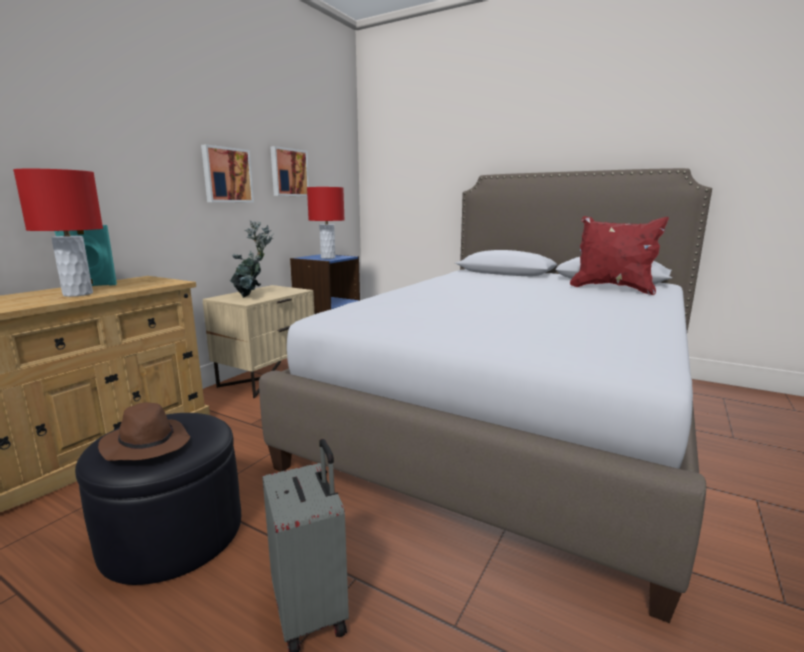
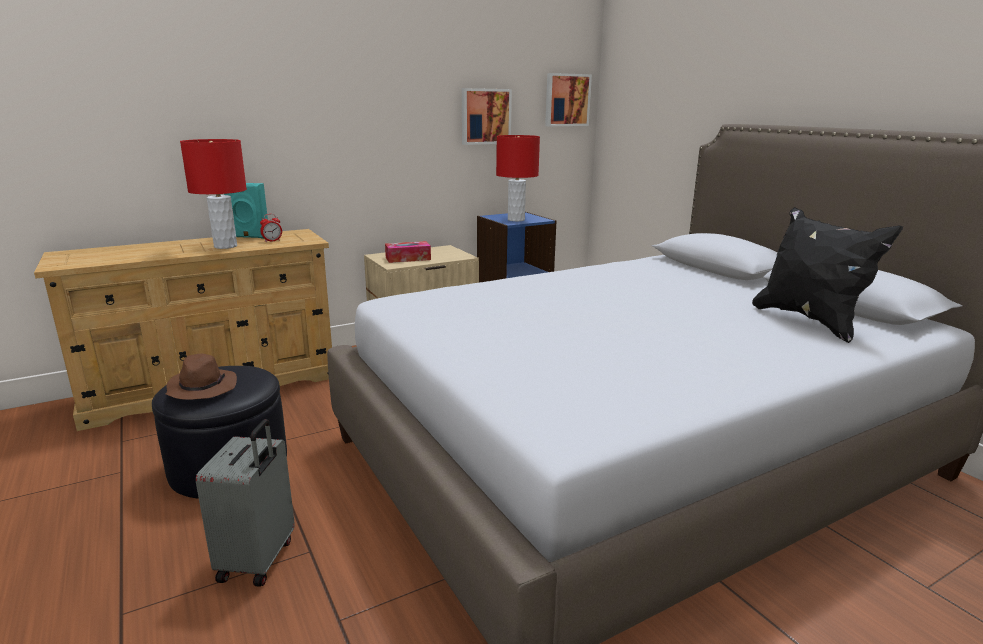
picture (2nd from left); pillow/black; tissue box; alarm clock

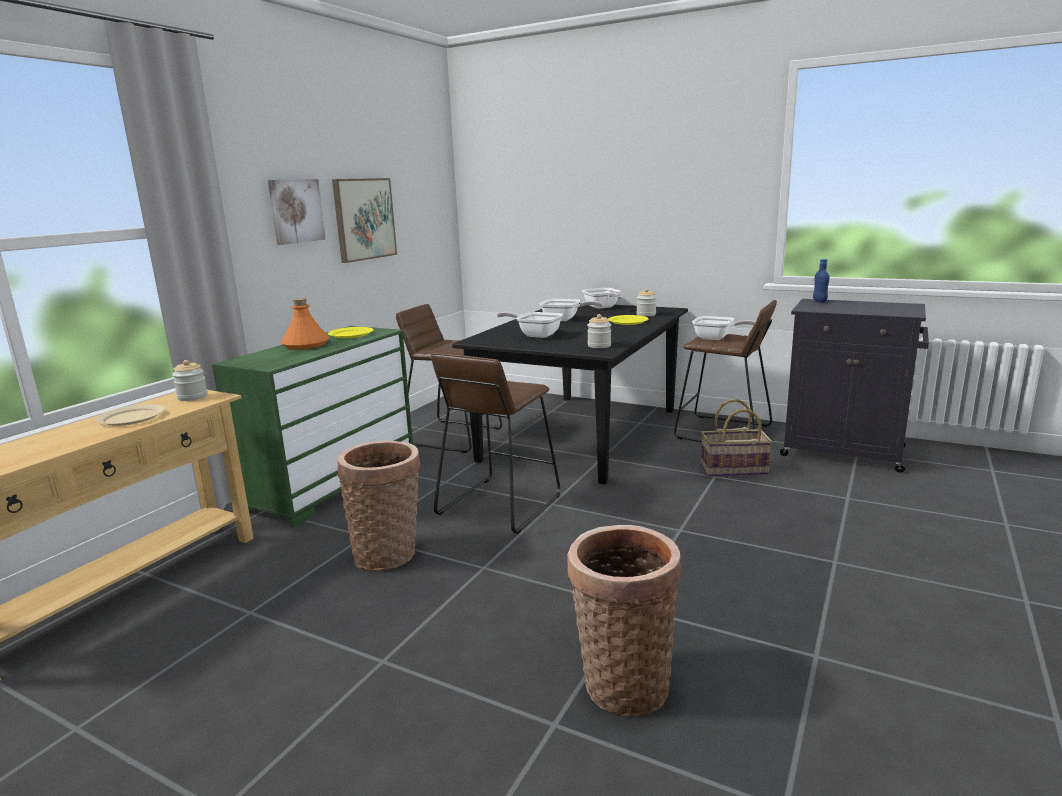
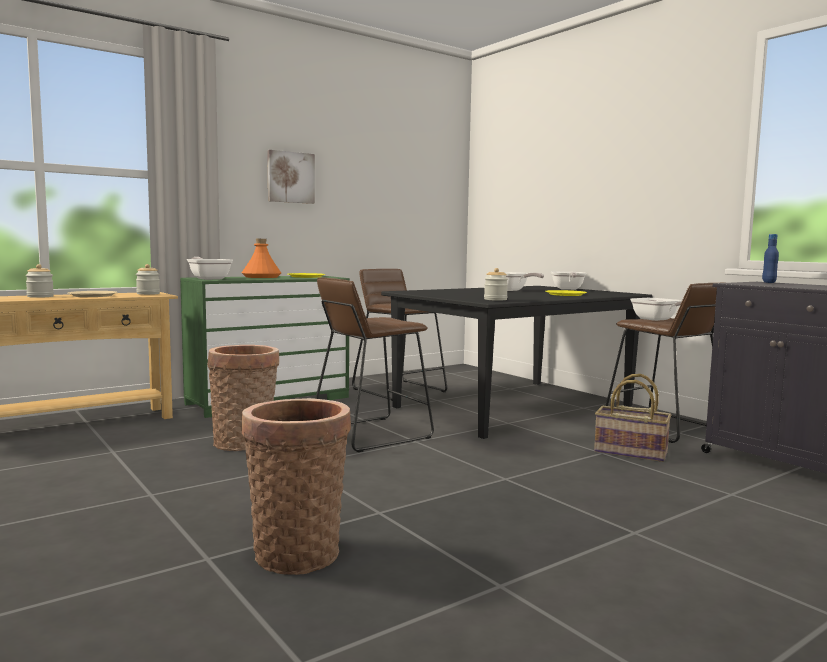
picture (2nd from left in the first image); jar (1st from left); frying pan (1st from left)

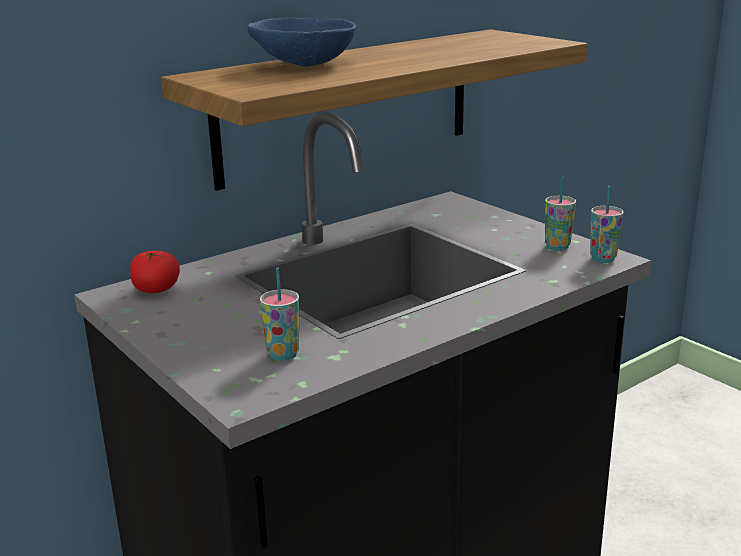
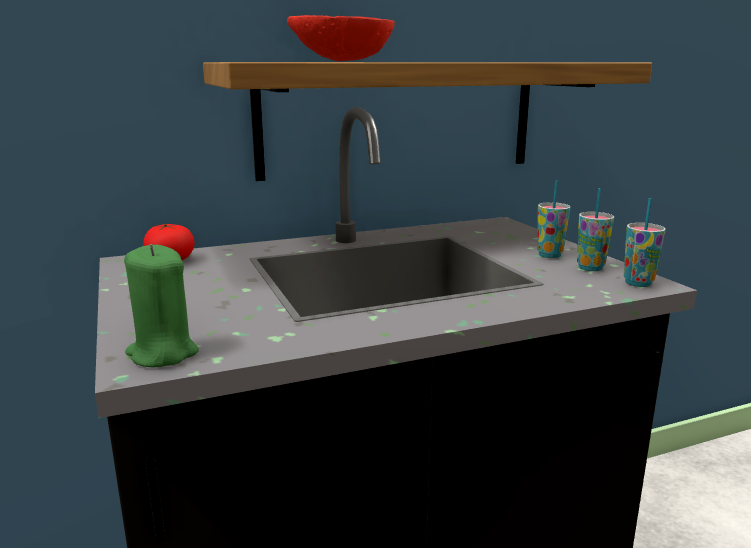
bowl/red; cup (1st from left); candle/green

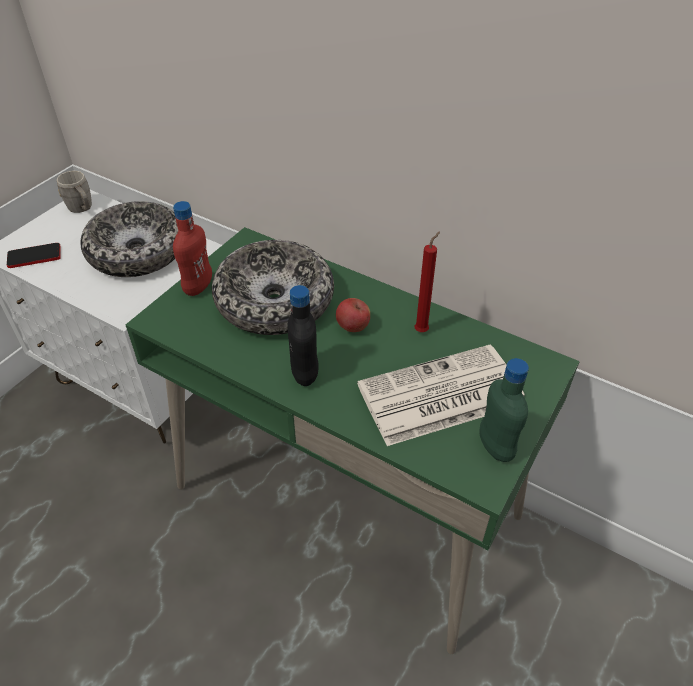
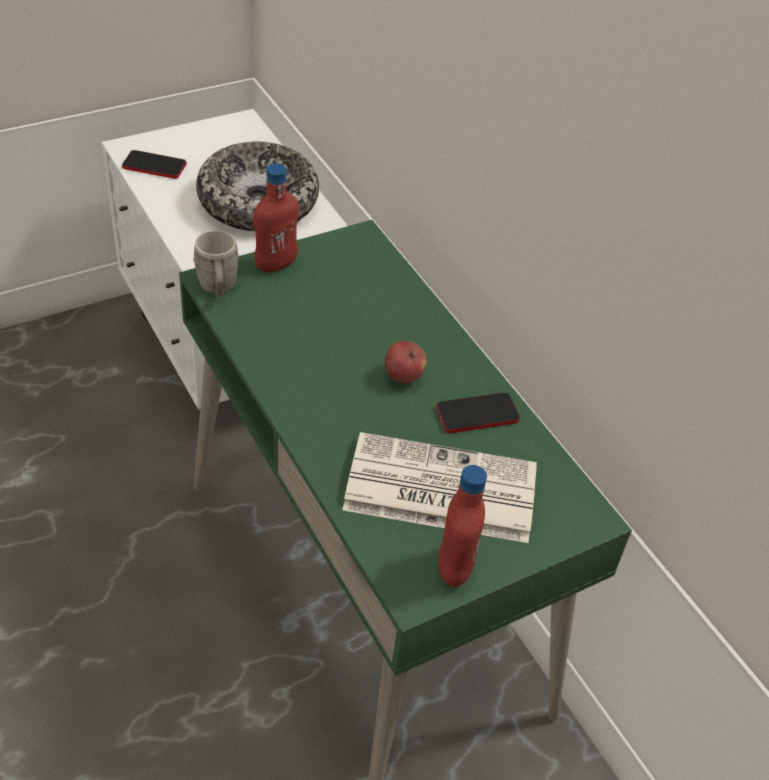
mug/grey; phone (2nd from left); bowl (2nd from left in the first image); bottle/black; bottle/red (2nd from left)

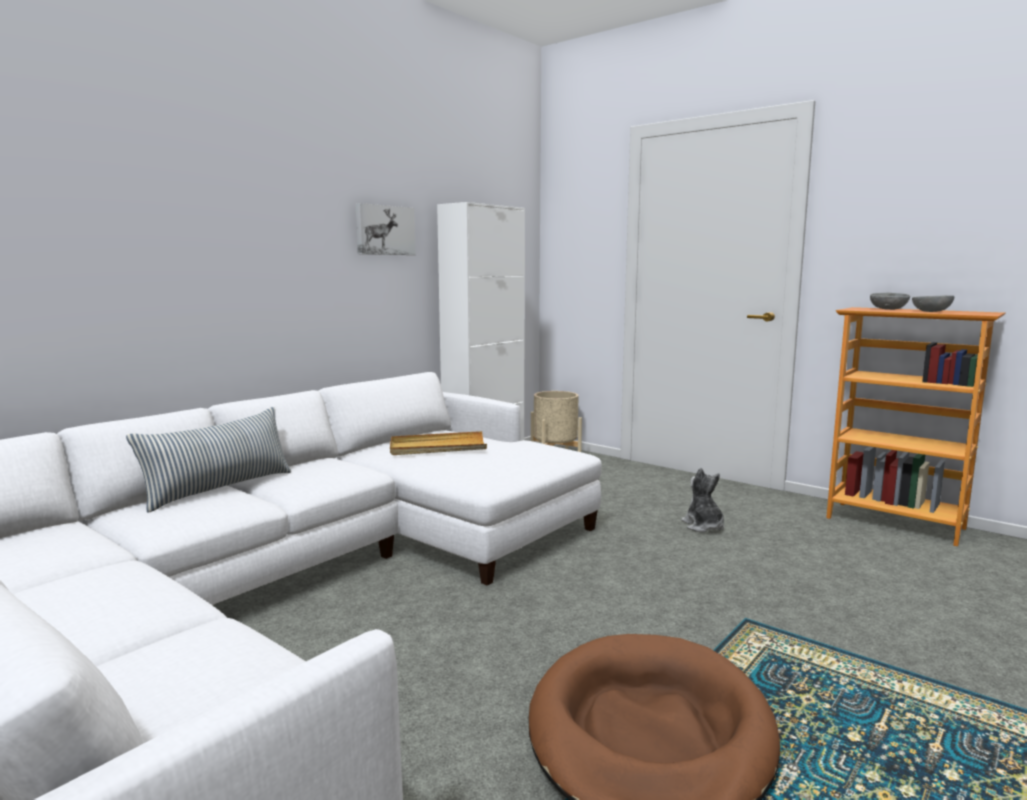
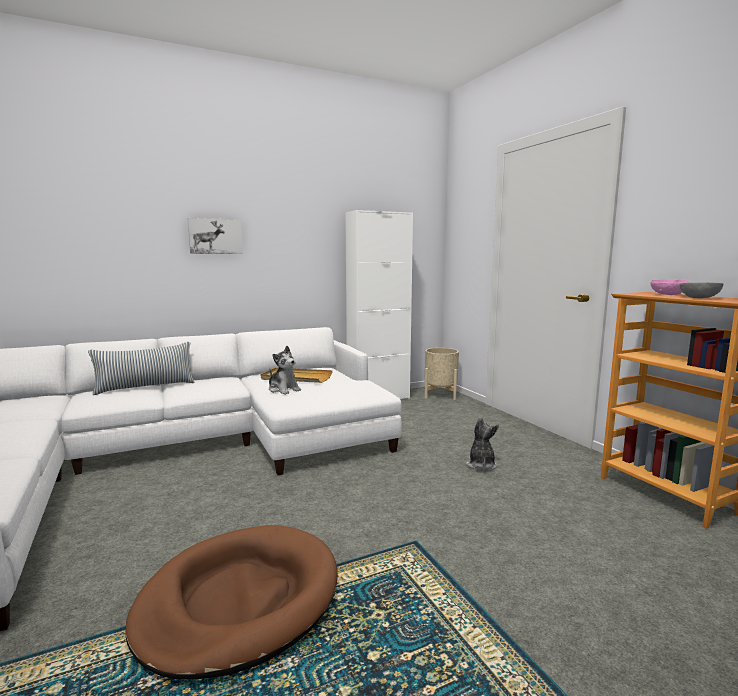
picture; bowl/pink; plush toy (1st from left)

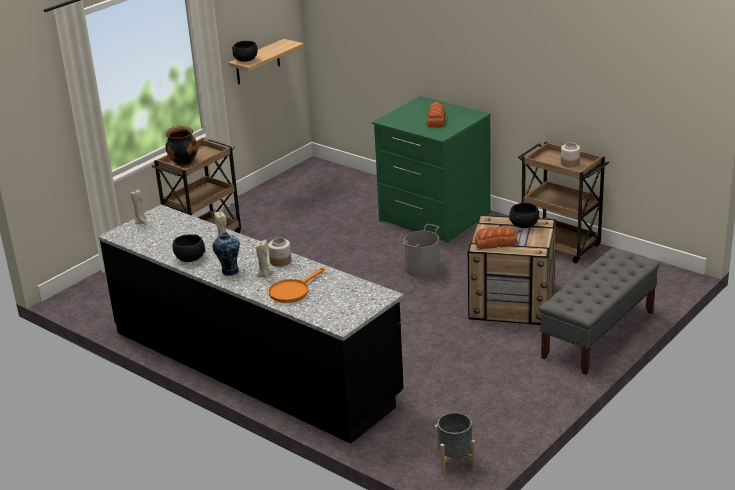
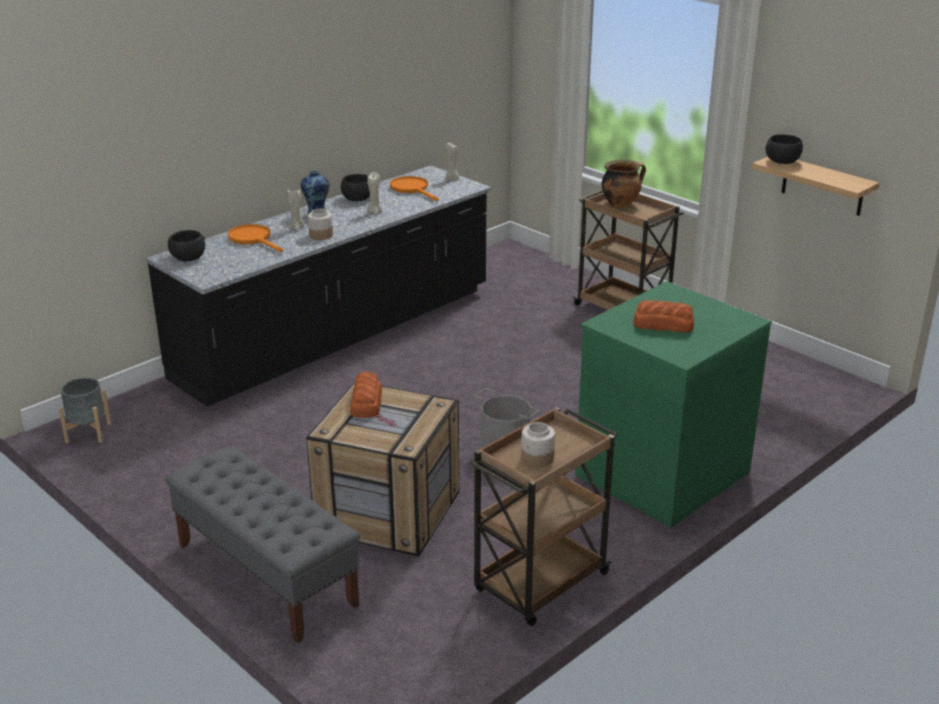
bowl/black (1st from left); frying pan/orange (2nd from left)

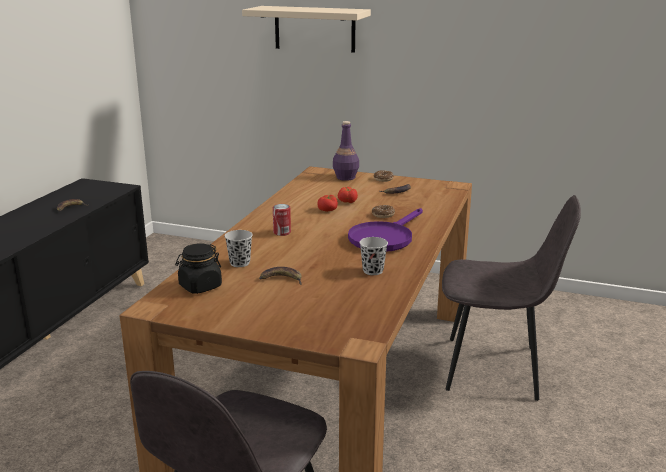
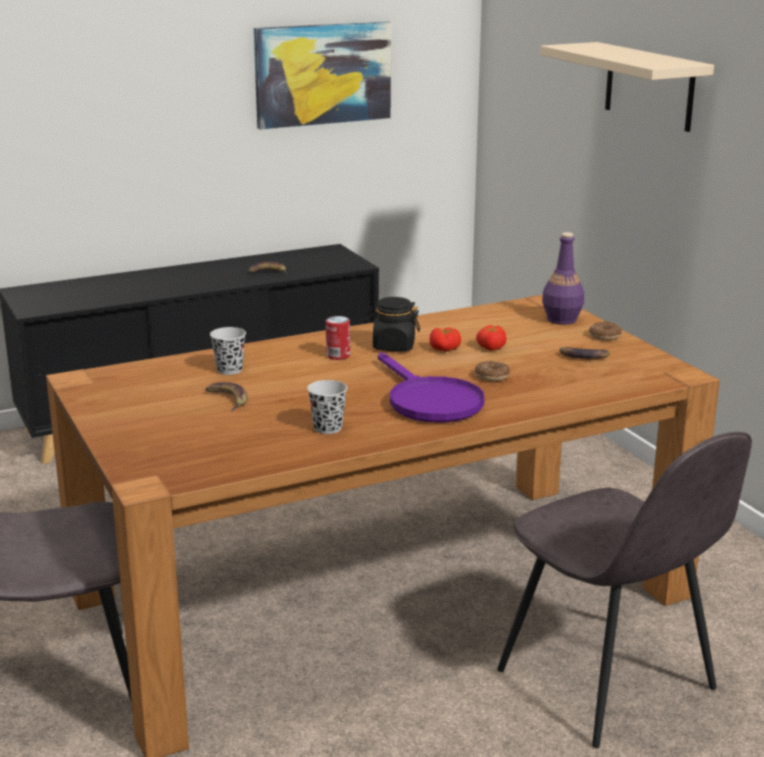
frying pan/purple; jar/black; picture

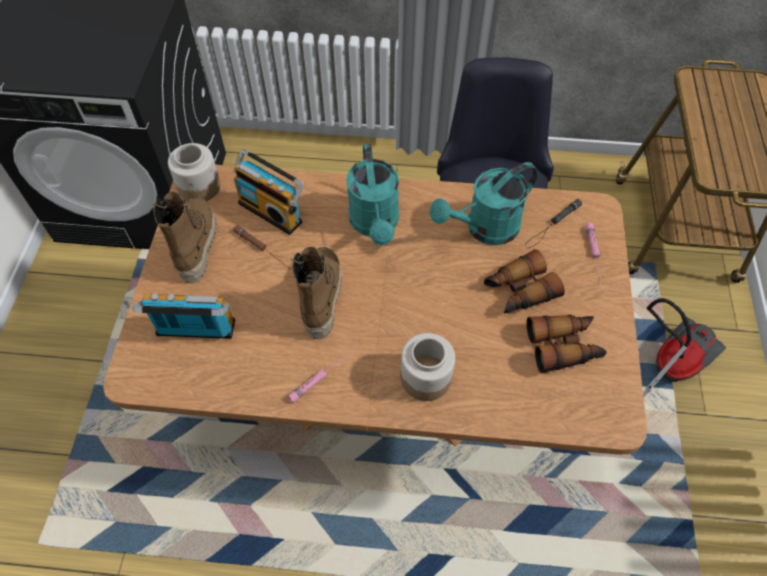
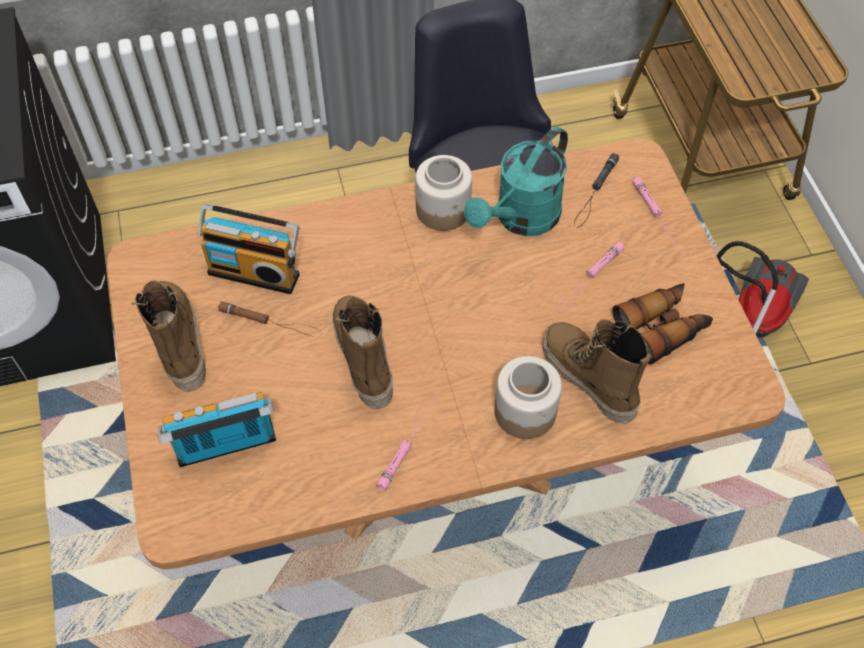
jar (1st from left); watering can/turquoise (1st from left in the first image); flashlight/pink (2nd from left); boot (3rd from left)

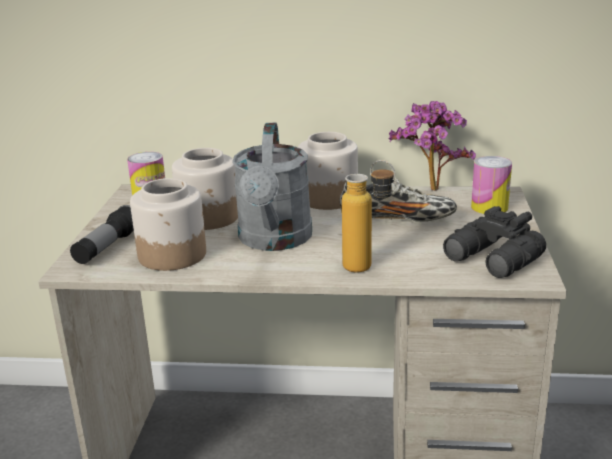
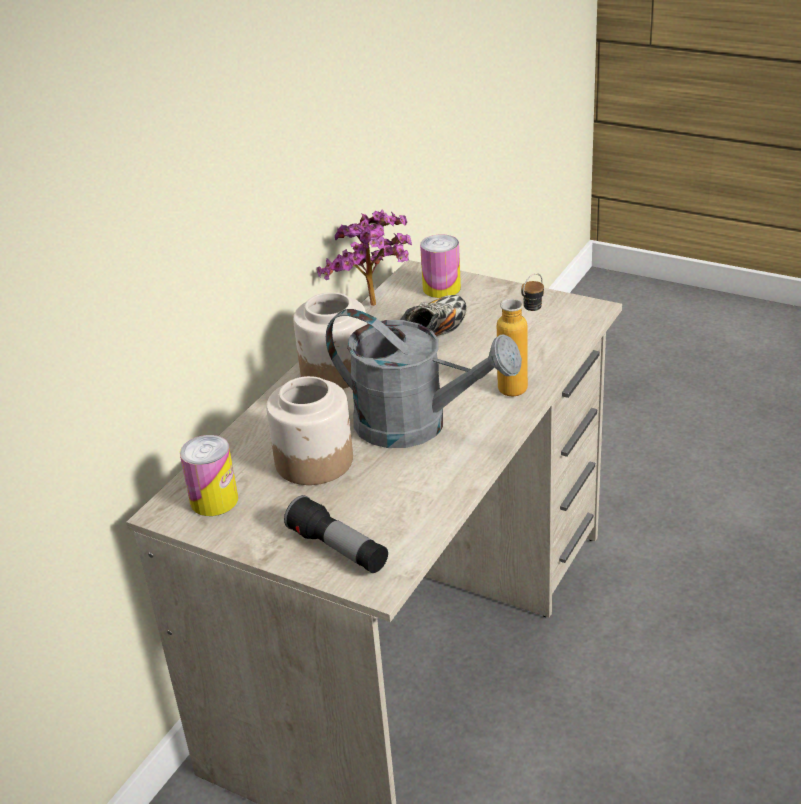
jar (1st from left in the first image); binoculars/black

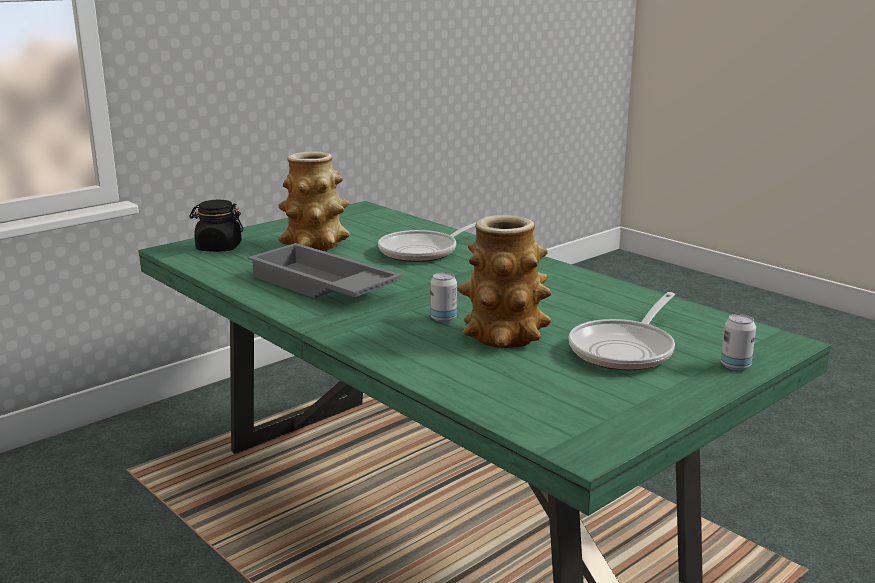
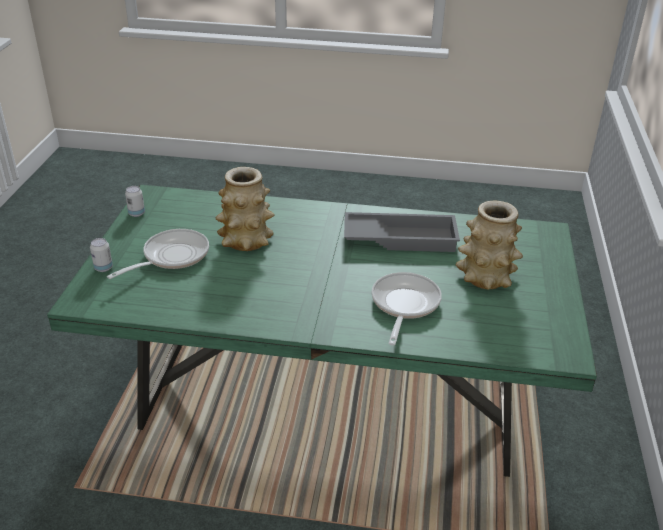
jar/black; can (2nd from left); frying pan (1st from left)

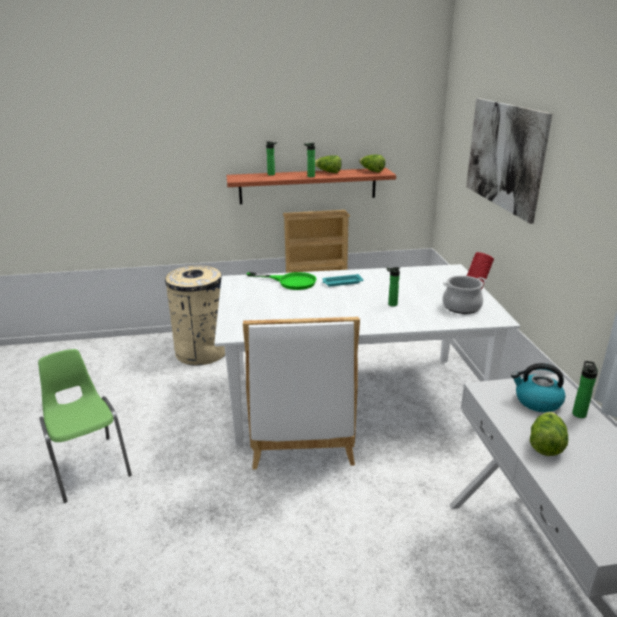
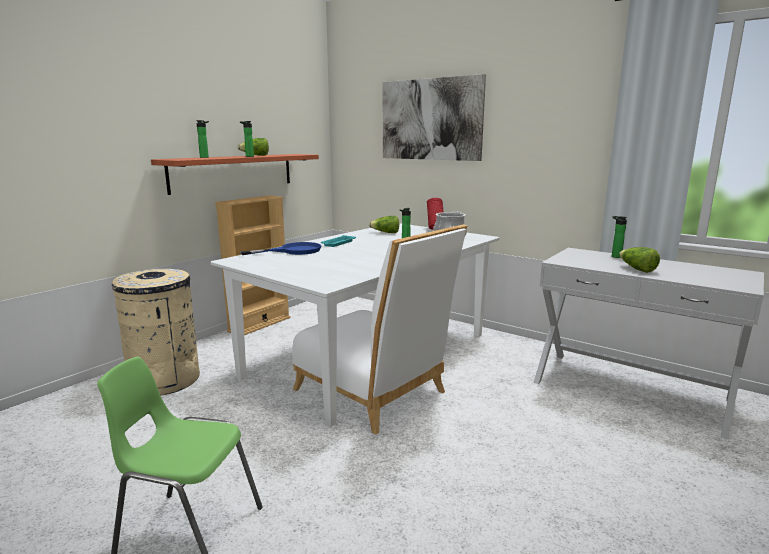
lettuce (2nd from left); frying pan/blue; kettle

